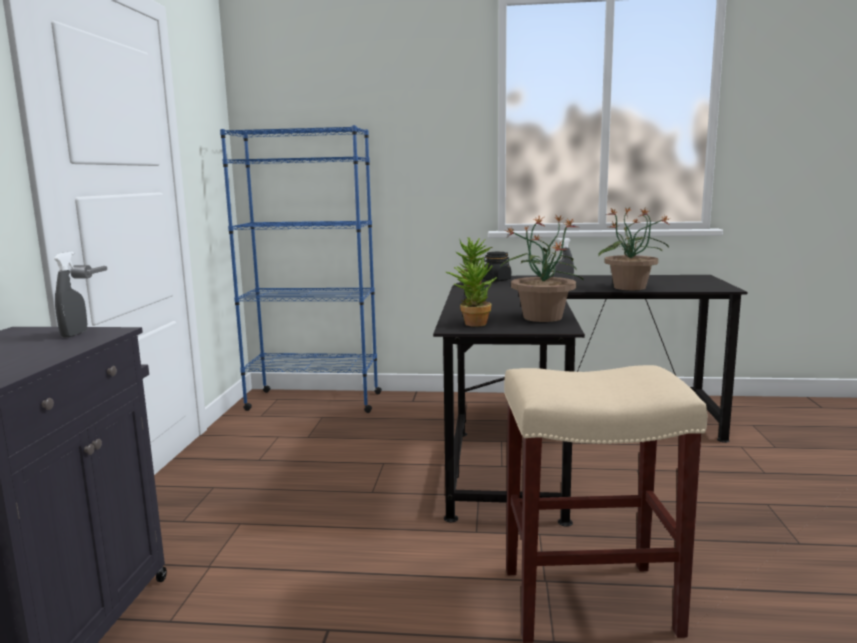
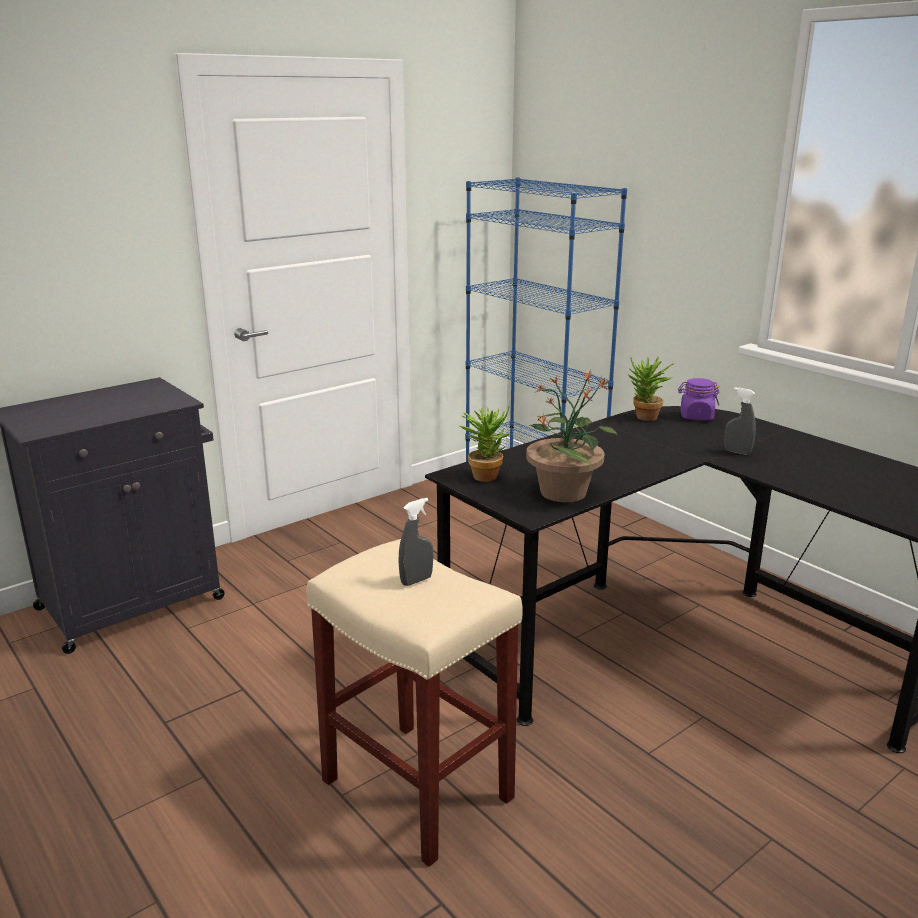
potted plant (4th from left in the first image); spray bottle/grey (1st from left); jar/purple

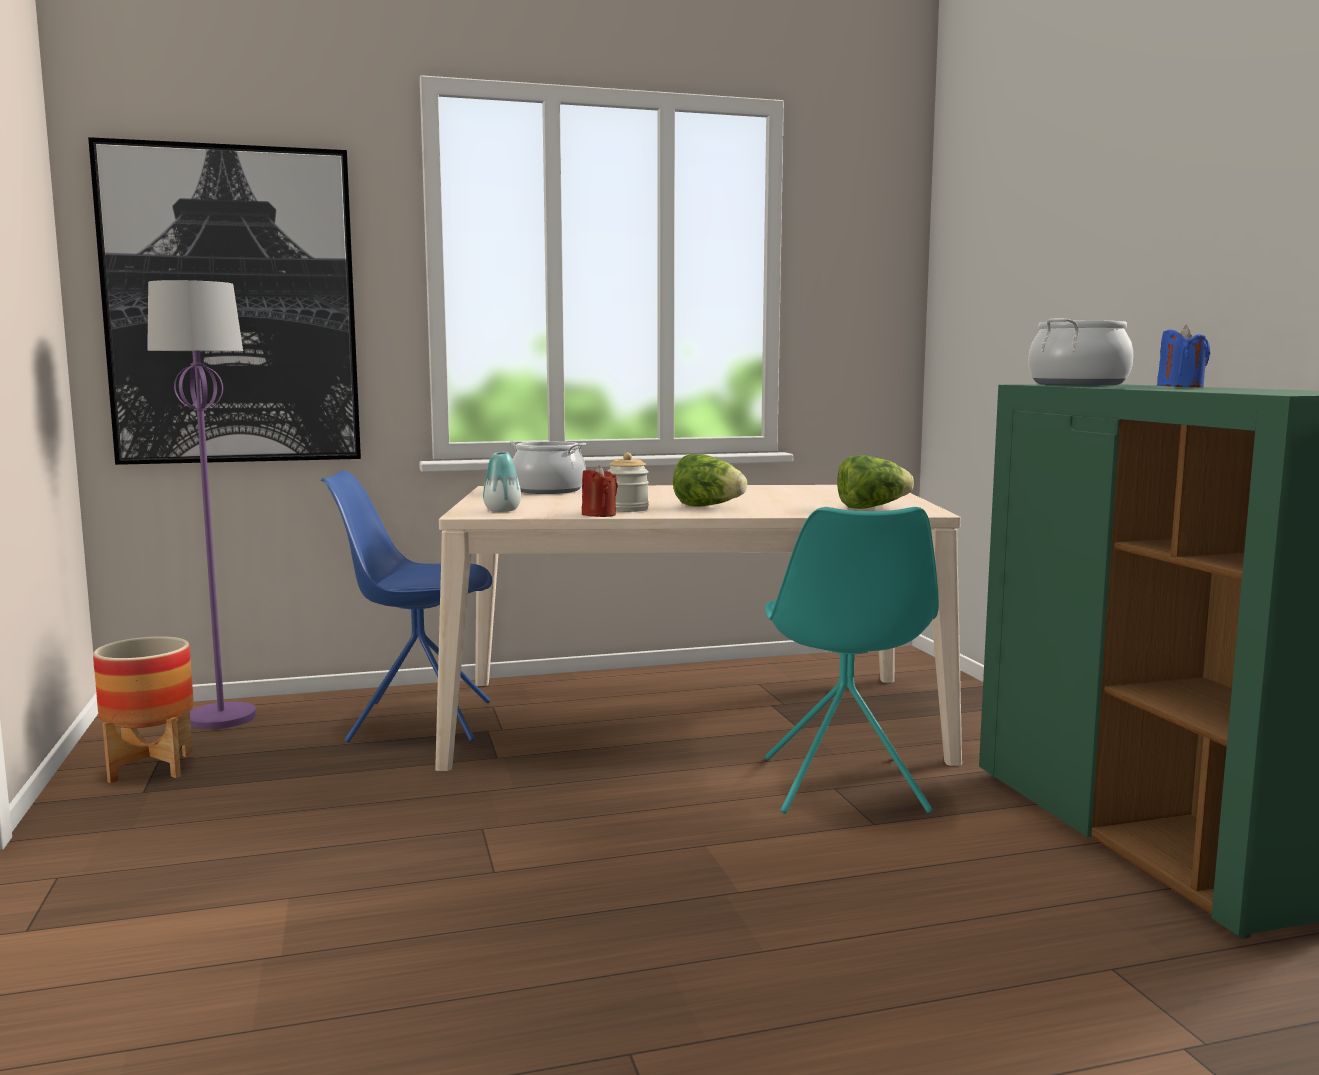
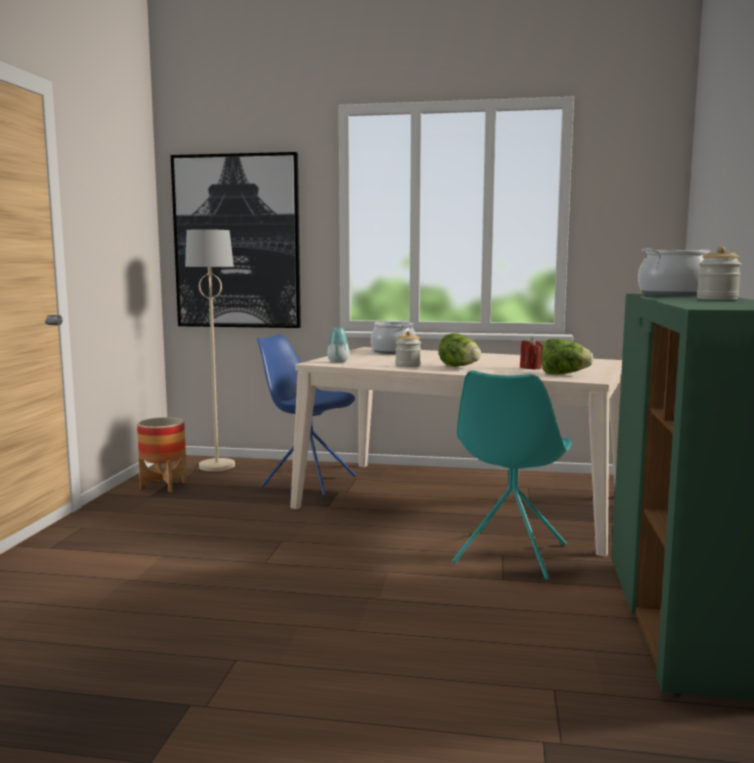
floor lamp/beige; jar (2nd from left); candle/red

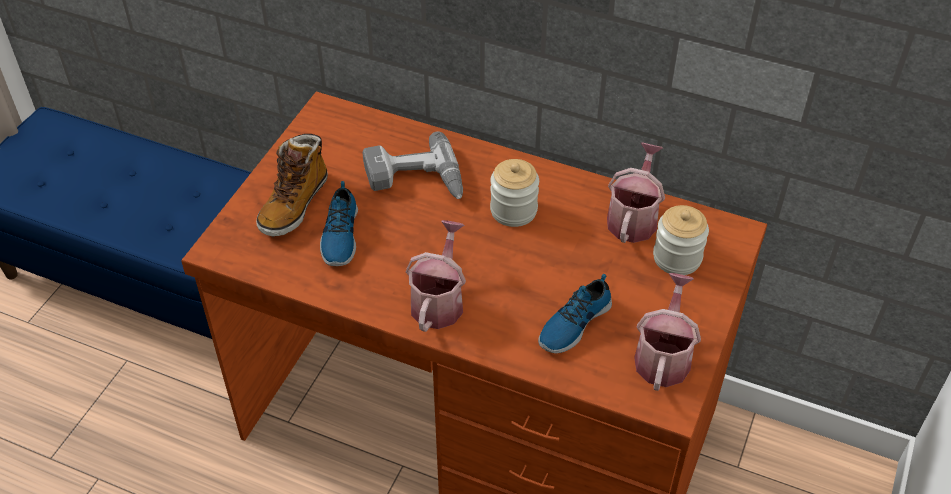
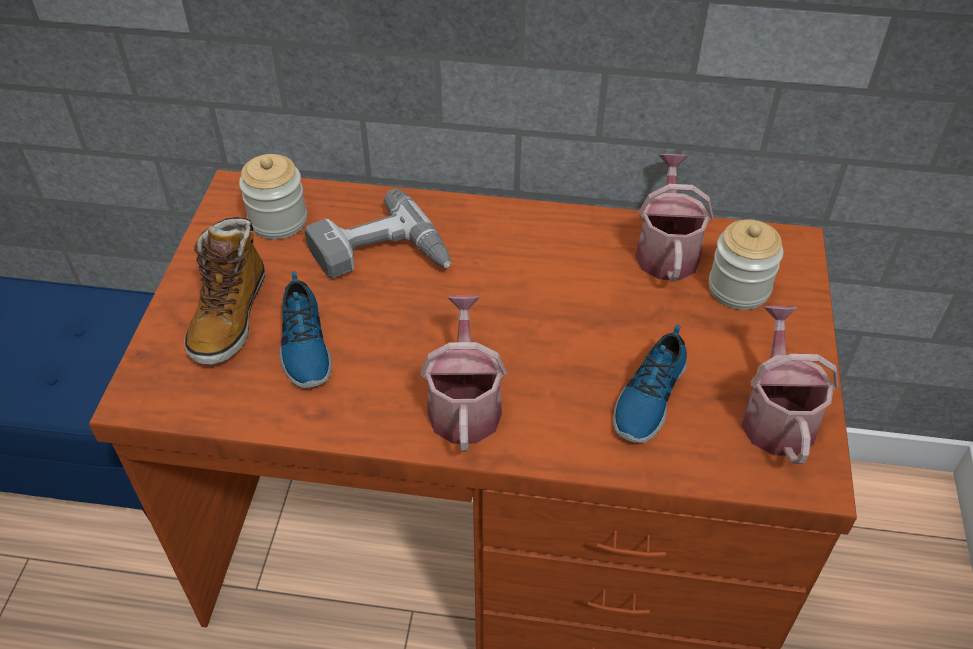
jar (1st from left)

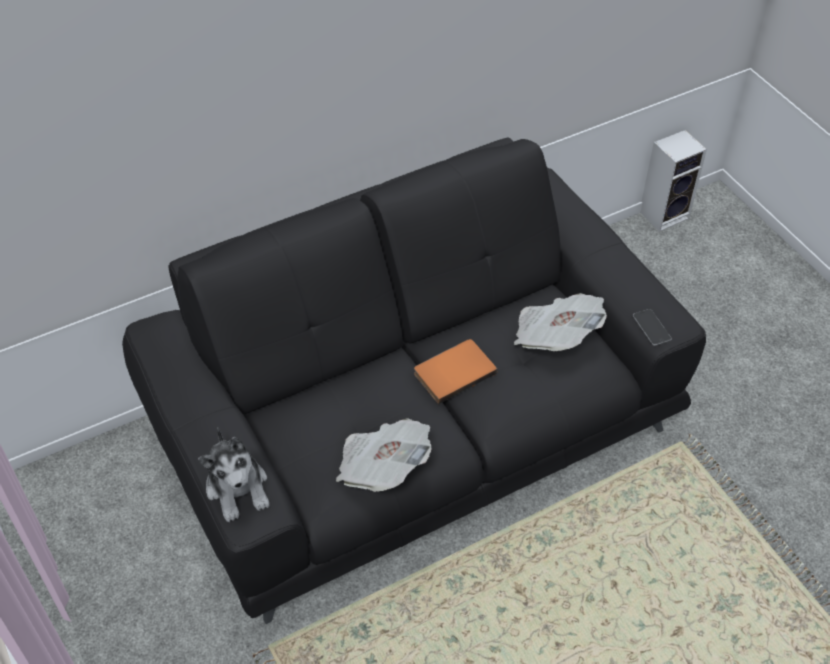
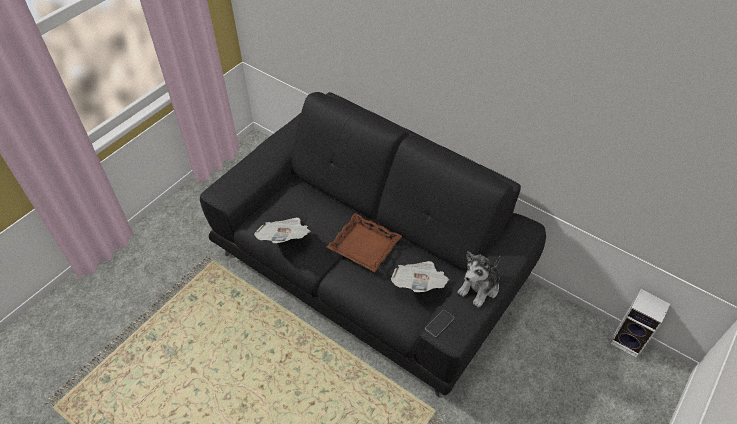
tray/brown; plush toy

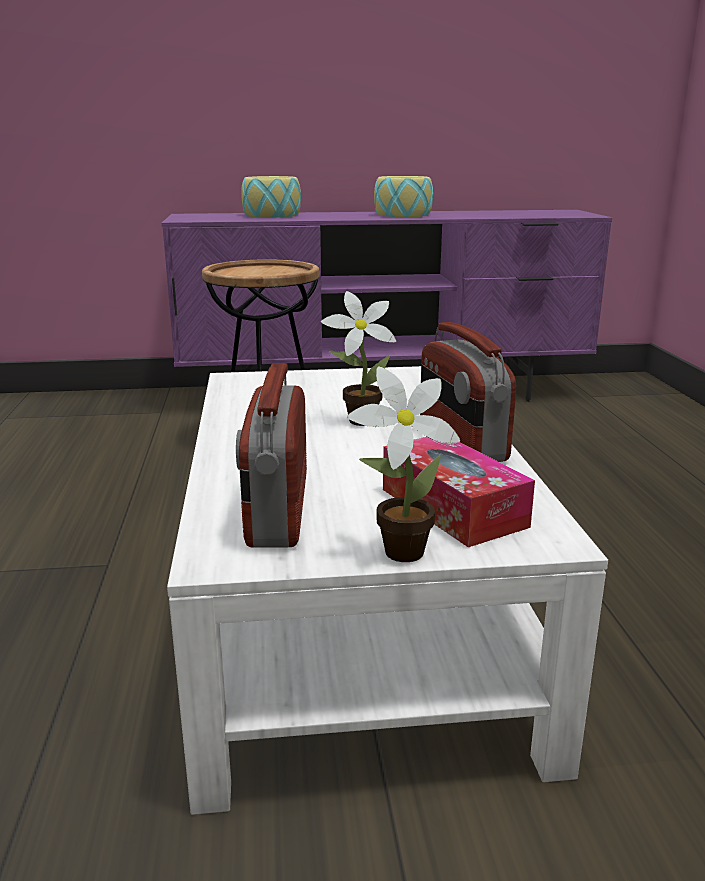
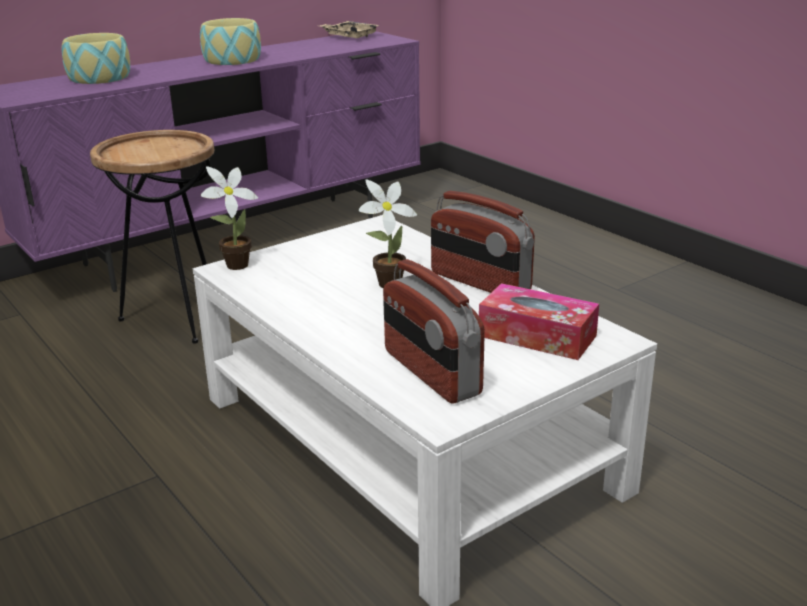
potted plant (1st from left); tray/beige

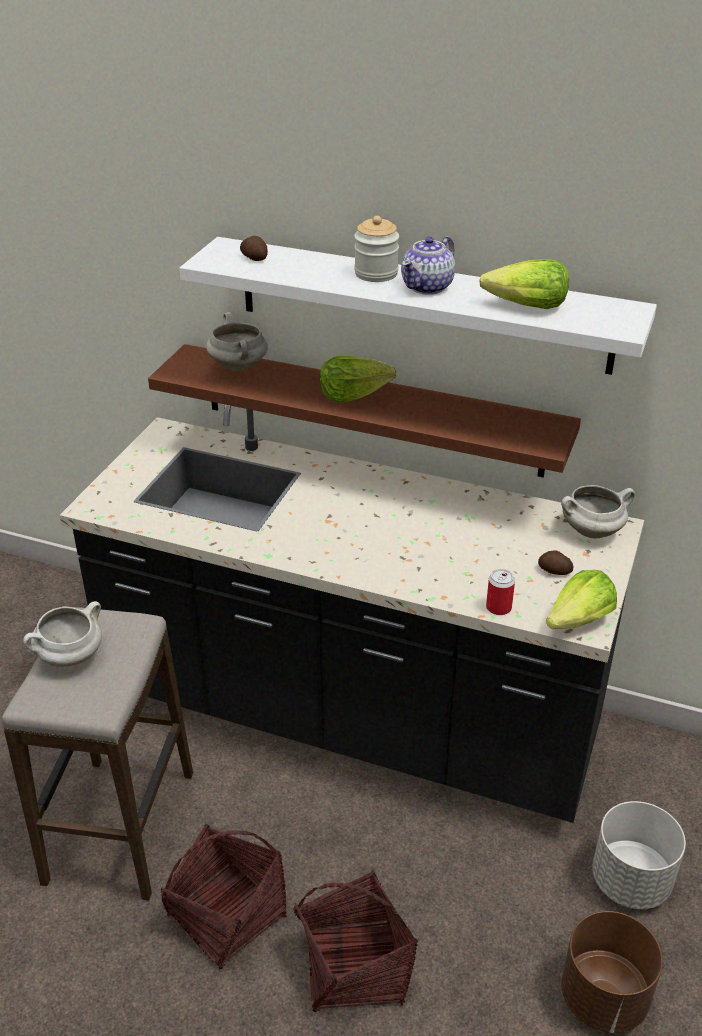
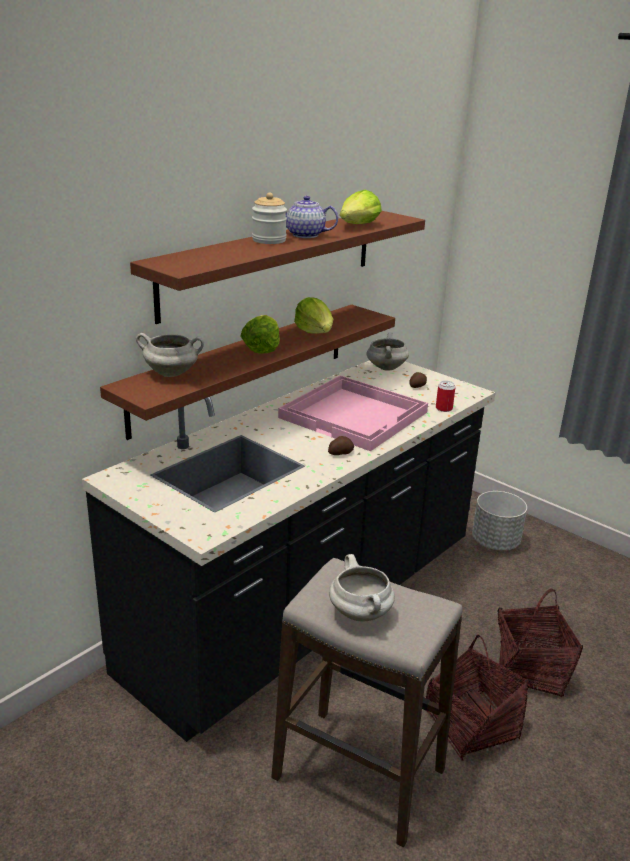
potato (1st from left); teapot; shelf/brown (2nd from left); lettuce (2nd from left); planter/brown; tray/pink

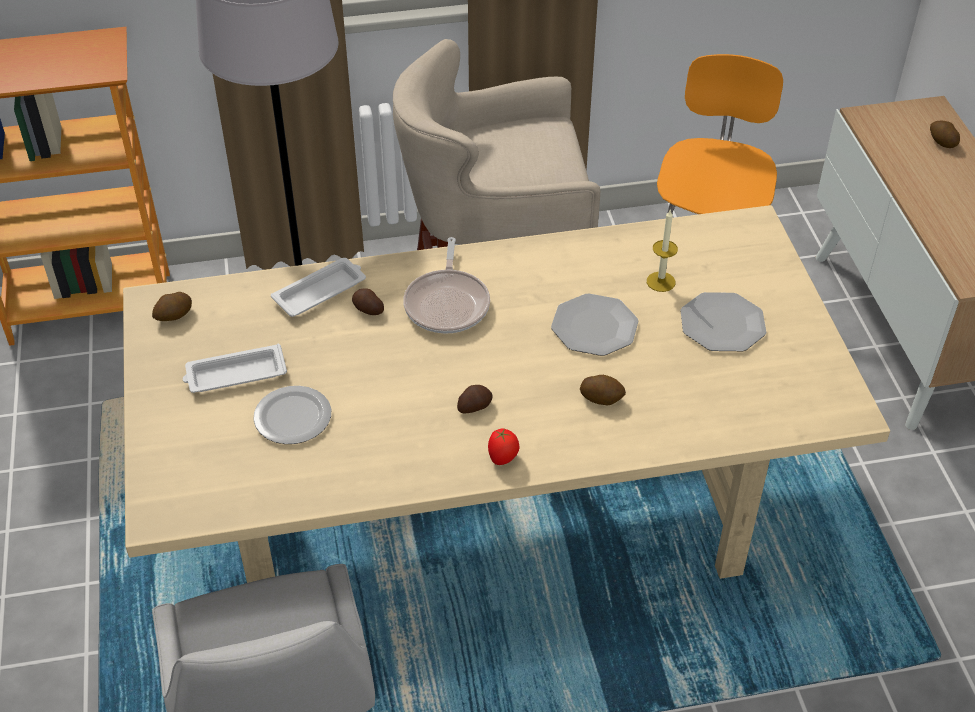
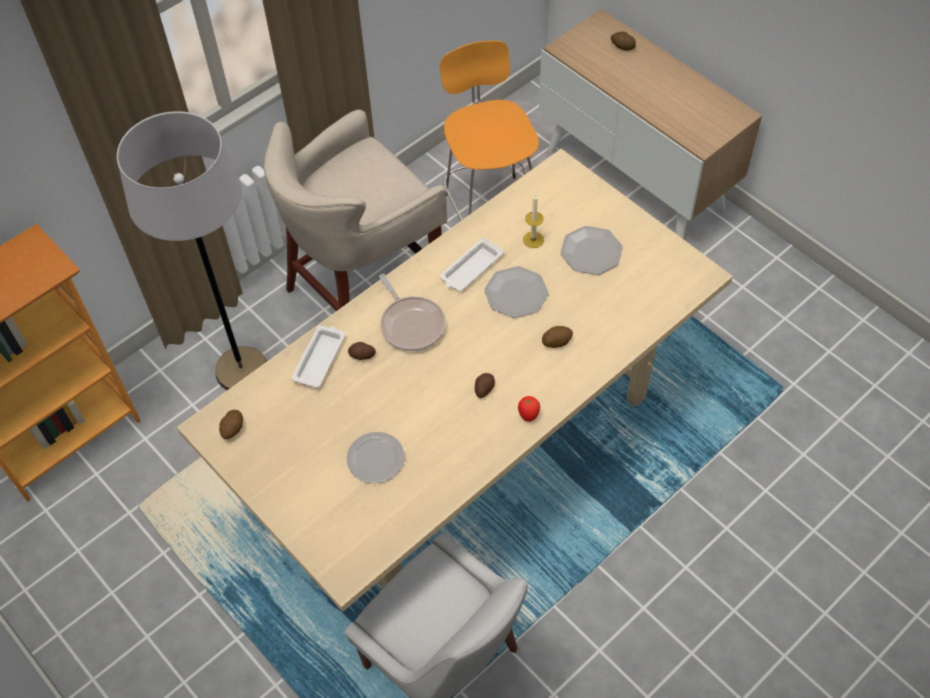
tray/white (2nd from left)

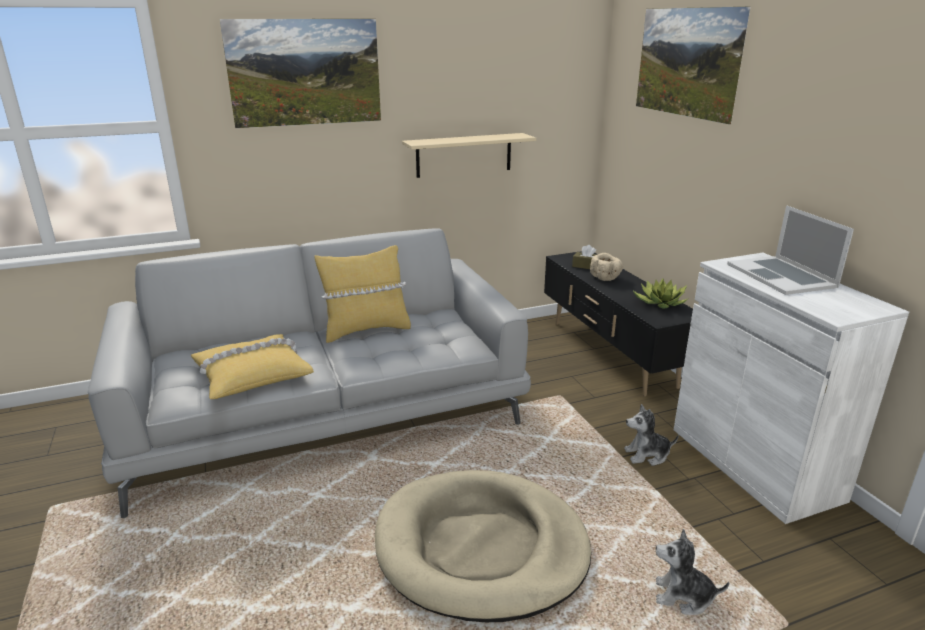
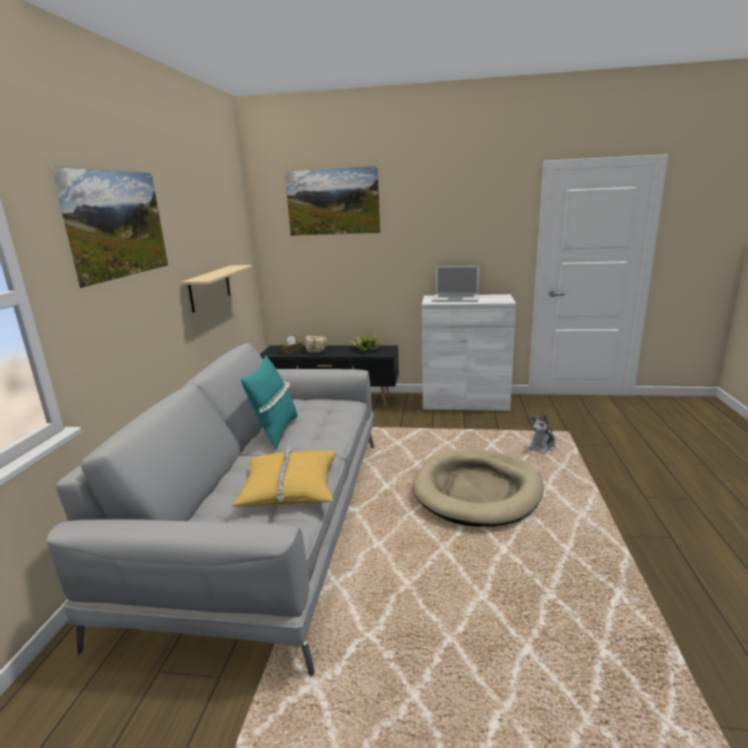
pillow/turquoise; plush toy (1st from left in the first image)

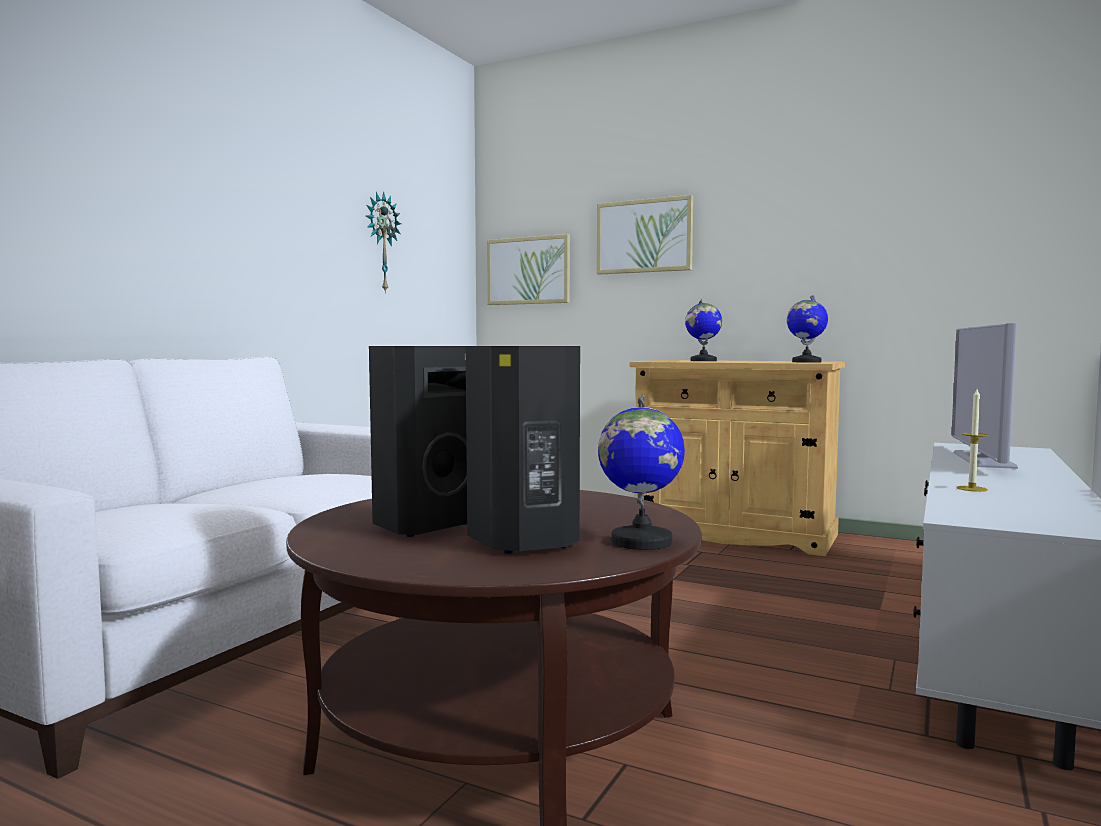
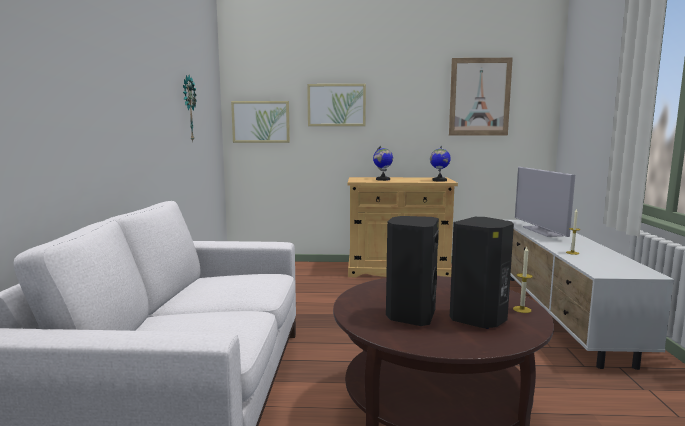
candle (1st from left); picture (3rd from left)

